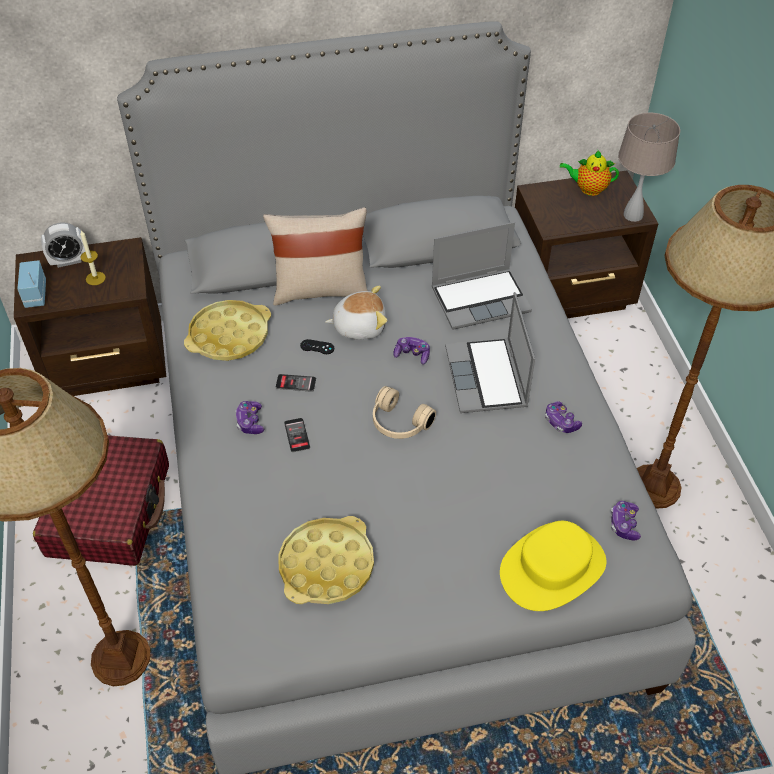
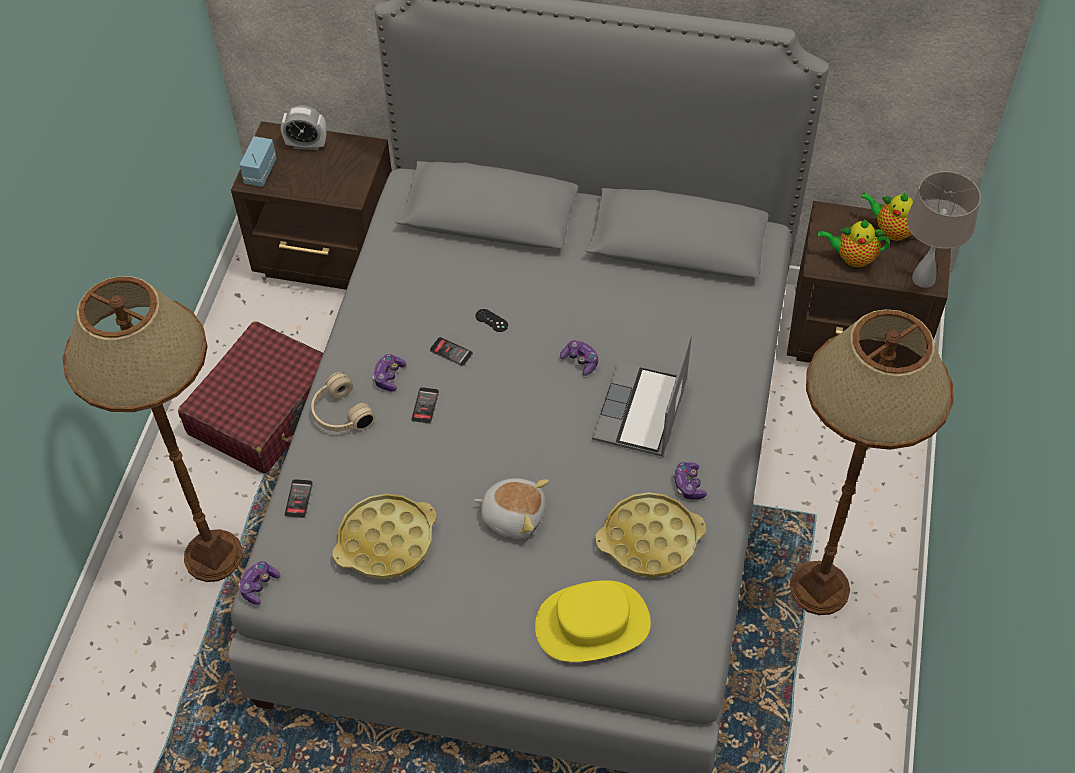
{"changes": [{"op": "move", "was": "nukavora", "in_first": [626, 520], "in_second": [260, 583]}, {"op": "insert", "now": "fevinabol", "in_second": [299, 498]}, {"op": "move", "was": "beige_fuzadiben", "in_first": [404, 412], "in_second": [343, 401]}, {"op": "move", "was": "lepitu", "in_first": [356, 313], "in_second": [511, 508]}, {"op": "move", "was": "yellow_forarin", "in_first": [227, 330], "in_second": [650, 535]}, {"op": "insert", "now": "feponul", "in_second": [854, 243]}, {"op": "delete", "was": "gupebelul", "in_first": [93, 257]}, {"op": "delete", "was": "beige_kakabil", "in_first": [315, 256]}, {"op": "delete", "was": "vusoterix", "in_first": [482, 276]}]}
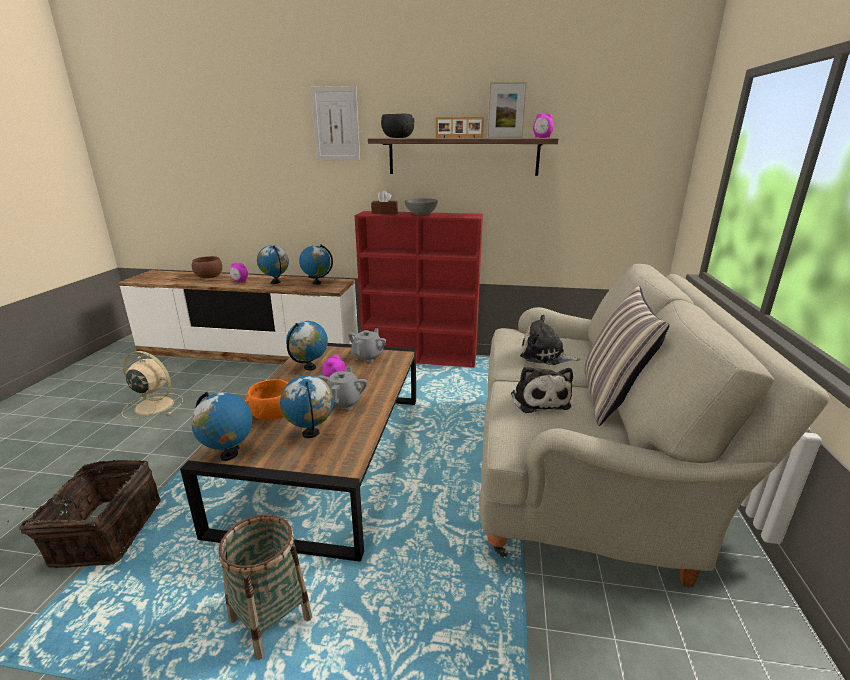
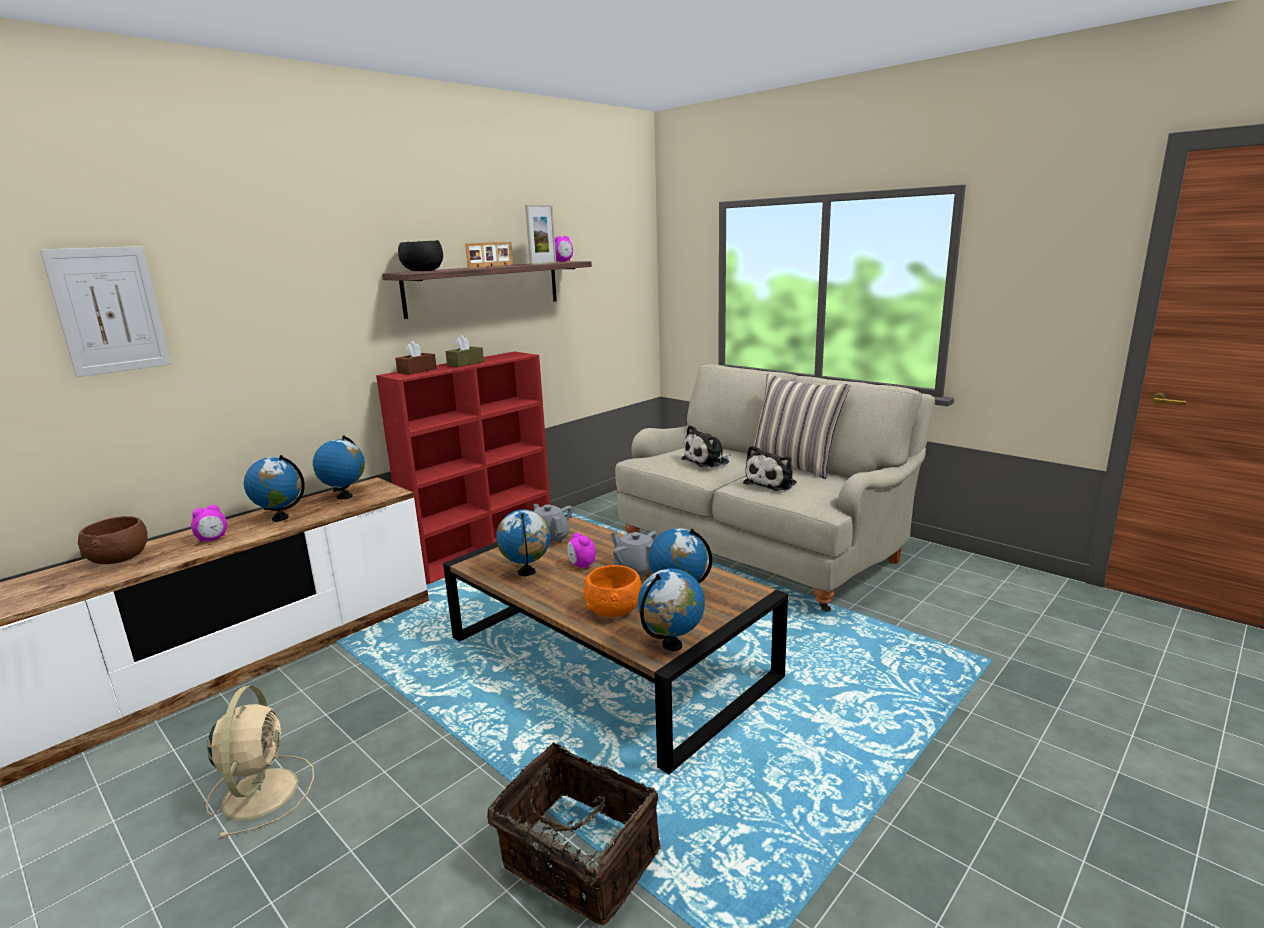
{"changes": [{"op": "move", "was": "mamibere", "in_first": [335, 123], "in_second": [105, 311]}, {"op": "rotate", "was": "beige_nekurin", "in_first": [152, 385], "in_second": [260, 761], "clockwise": 120}, {"op": "replace", "was": "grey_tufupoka", "now": "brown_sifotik", "in_first": [421, 206], "in_second": [464, 351]}, {"op": "rotate", "was": "lepitu", "in_first": [542, 389], "in_second": [770, 468], "clockwise": 105}, {"op": "delete", "was": "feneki", "in_first": [265, 587]}]}
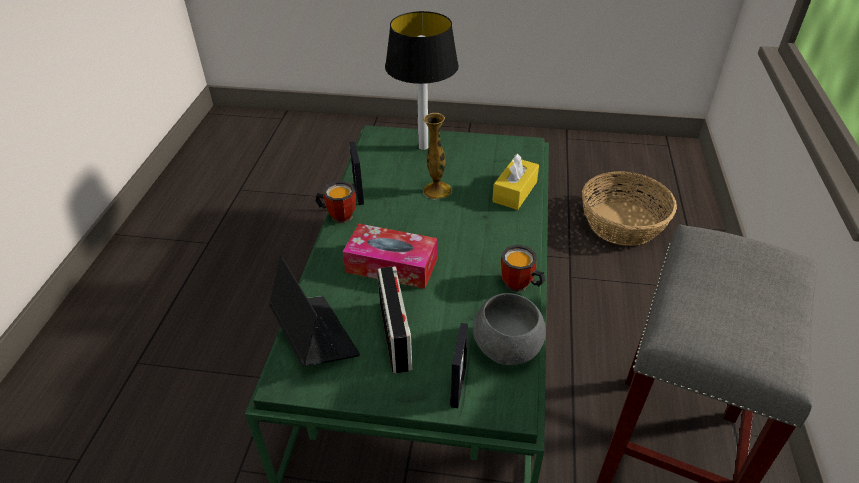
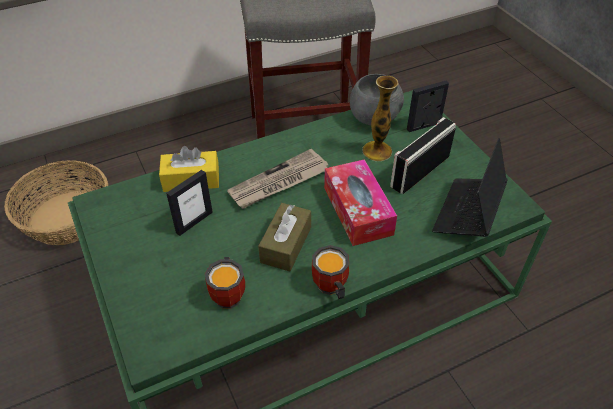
{"changes": [{"op": "move", "was": "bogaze", "in_first": [356, 173], "in_second": [189, 203]}, {"op": "move", "was": "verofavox", "in_first": [523, 268], "in_second": [225, 283]}, {"op": "insert", "now": "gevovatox", "in_second": [277, 179]}, {"op": "insert", "now": "brown_sifotik", "in_second": [284, 237]}, {"op": "move", "was": "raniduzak", "in_first": [437, 156], "in_second": [380, 118]}, {"op": "delete", "was": "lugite", "in_first": [422, 80]}]}
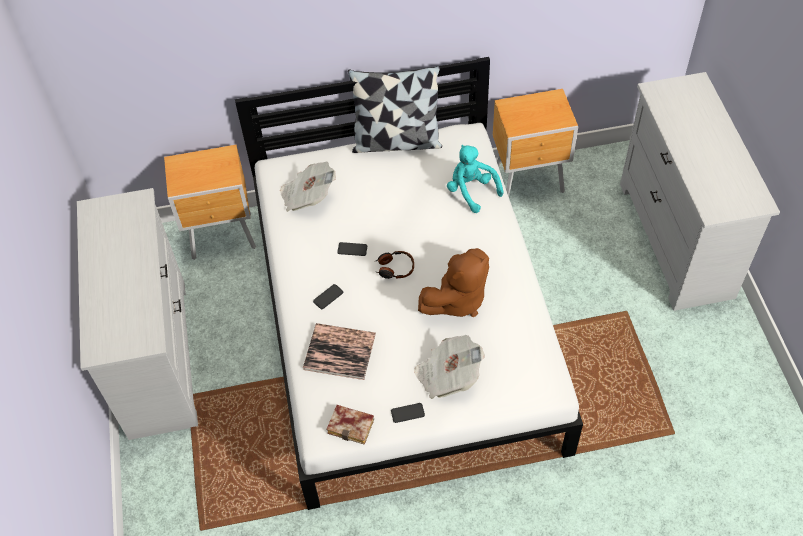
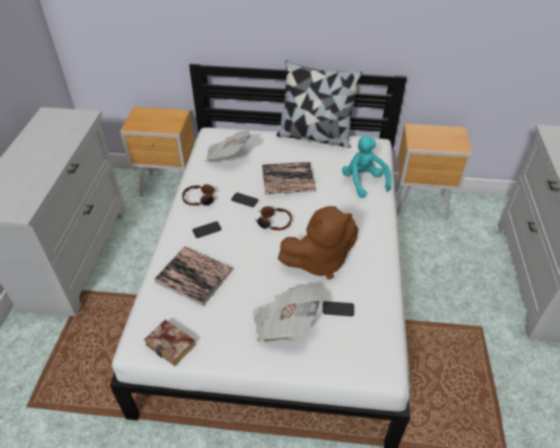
{"changes": [{"op": "insert", "now": "fuzadiben", "in_second": [199, 195]}, {"op": "insert", "now": "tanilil", "in_second": [289, 178]}, {"op": "move", "was": "fevinabol", "in_first": [408, 413], "in_second": [338, 308]}]}
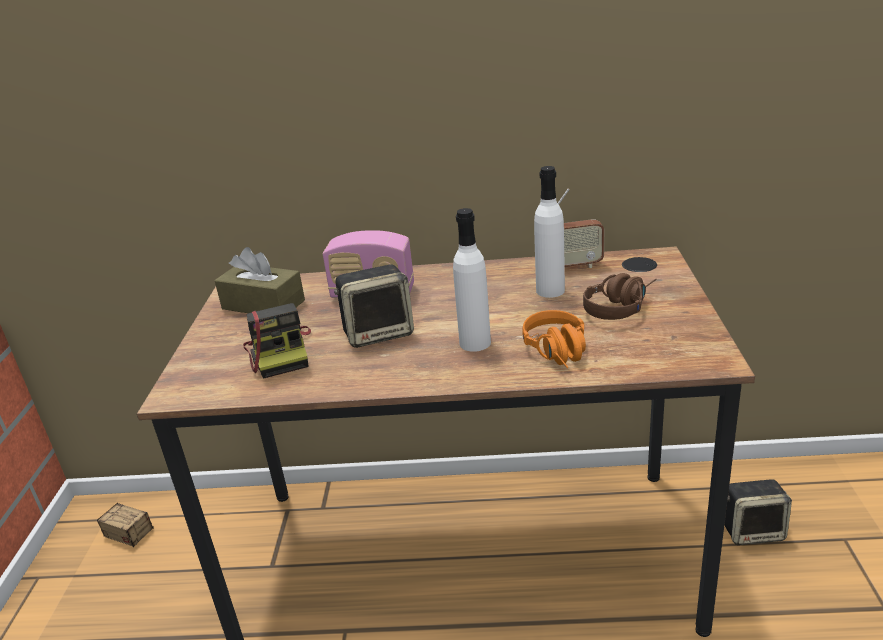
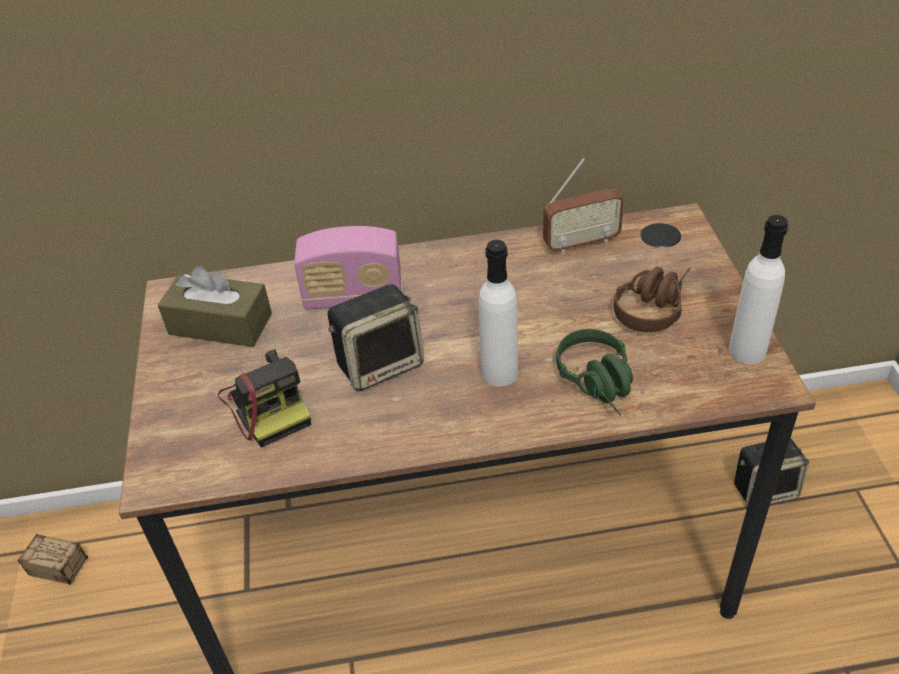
{"changes": [{"op": "recolor", "was": "orange_fuzadiben", "now": "green_fuzadiben", "in_first": [554, 339], "in_second": [594, 372]}, {"op": "move", "was": "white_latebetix", "in_first": [549, 232], "in_second": [758, 289]}]}
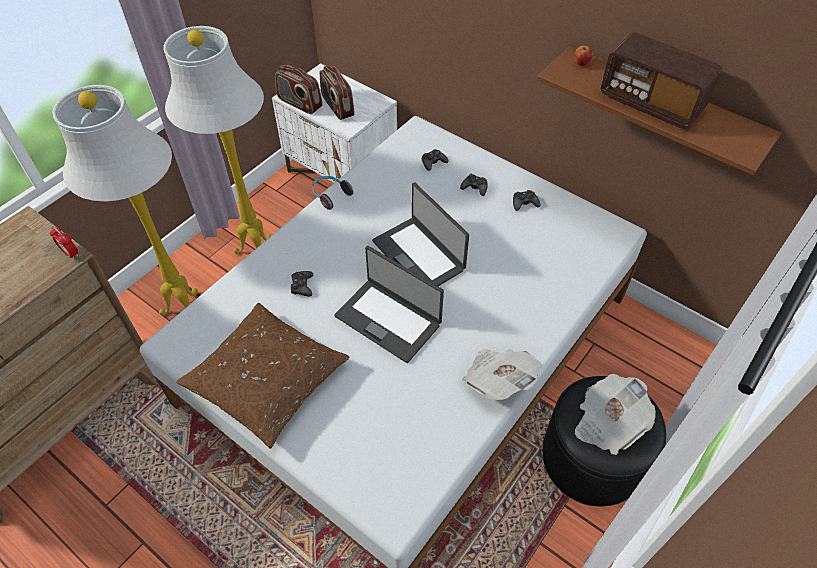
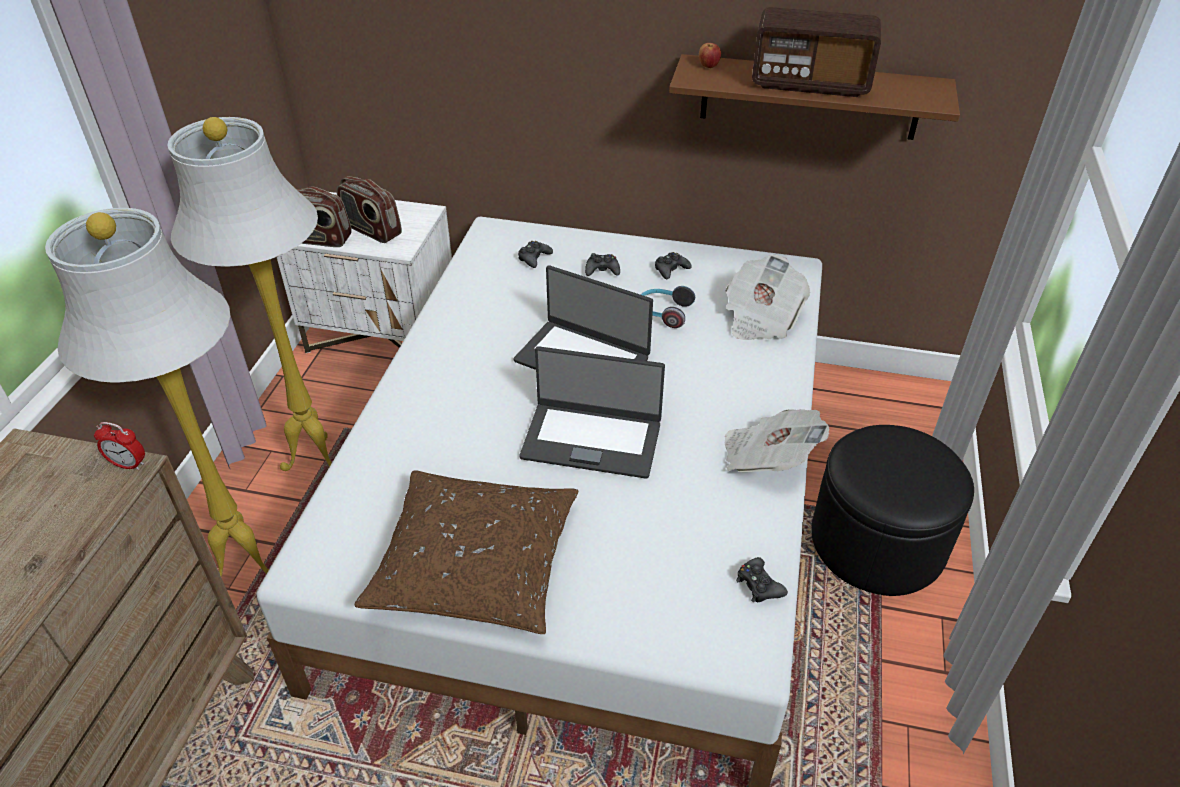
{"changes": [{"op": "move", "was": "fuzadiben", "in_first": [333, 193], "in_second": [668, 307]}, {"op": "move", "was": "gevovatox", "in_first": [615, 414], "in_second": [768, 297]}, {"op": "move", "was": "black_nukavora", "in_first": [302, 284], "in_second": [762, 579]}]}
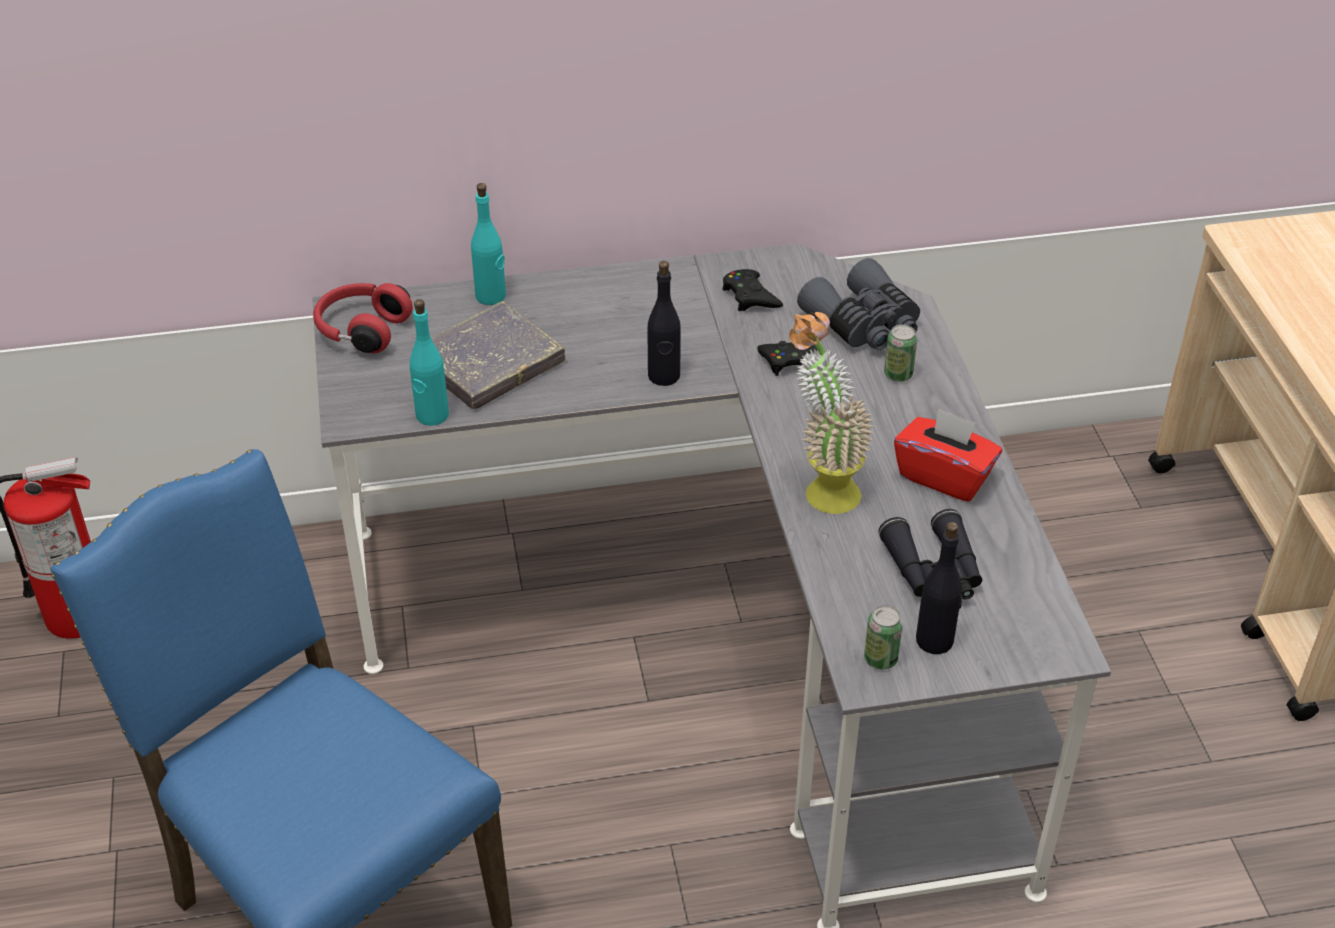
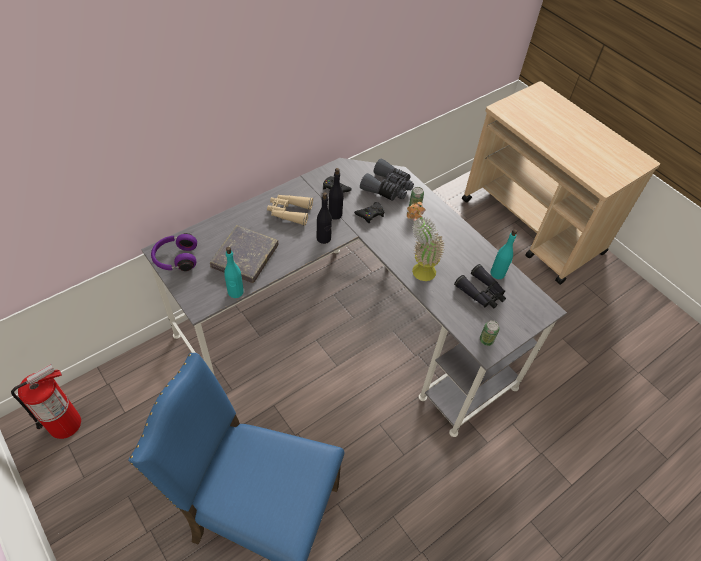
{"changes": [{"op": "recolor", "was": "red_fuzadiben", "now": "purple_fuzadiben", "in_first": [363, 318], "in_second": [174, 252]}, {"op": "insert", "now": "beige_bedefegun", "in_second": [290, 210]}, {"op": "move", "was": "black_latebetix", "in_first": [939, 588], "in_second": [336, 194]}, {"op": "move", "was": "turquoise_latebetix", "in_first": [488, 244], "in_second": [504, 254]}, {"op": "delete", "was": "red_sifotik", "in_first": [948, 455]}]}
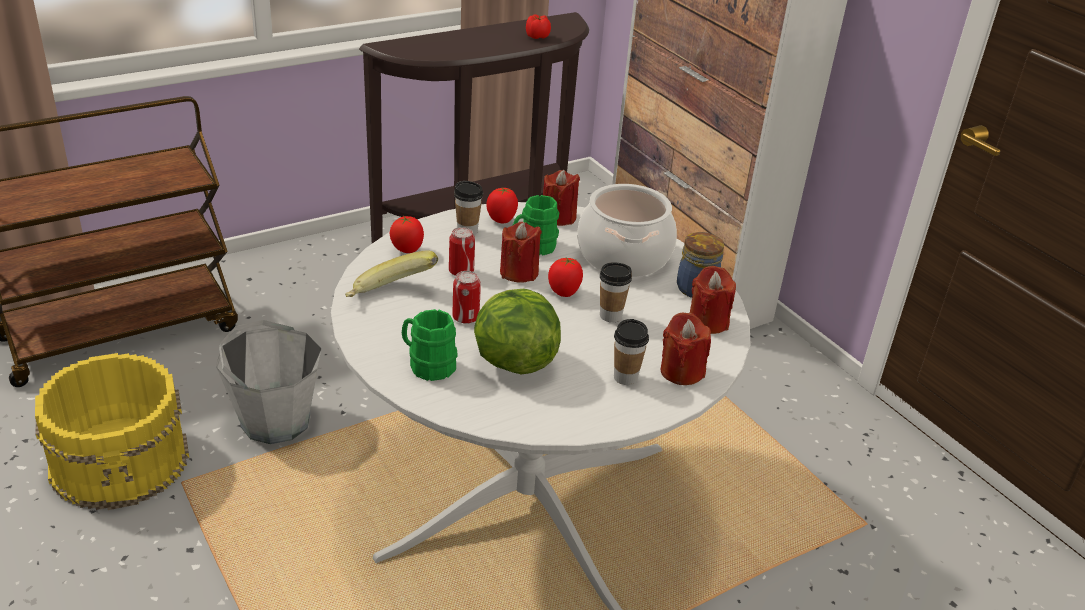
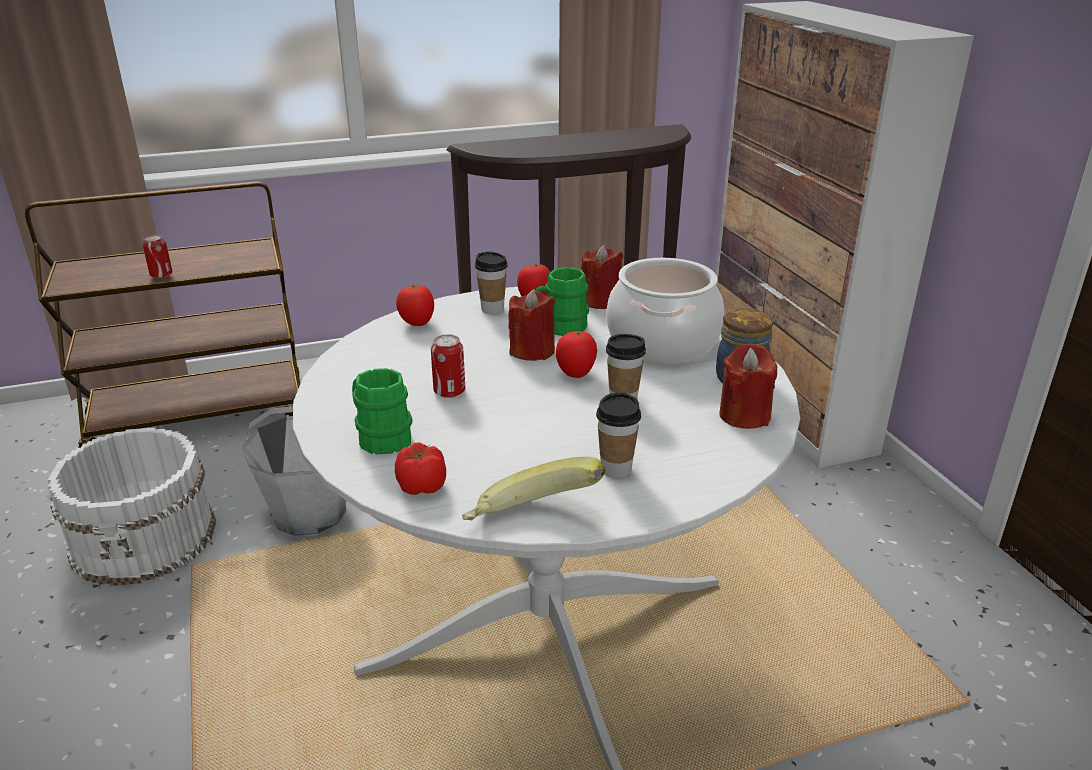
{"changes": [{"op": "recolor", "was": "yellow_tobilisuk", "now": "white_tobilisuk", "in_first": [112, 431], "in_second": [132, 507]}, {"op": "move", "was": "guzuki", "in_first": [462, 251], "in_second": [158, 256]}, {"op": "move", "was": "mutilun", "in_first": [538, 26], "in_second": [420, 468]}, {"op": "move", "was": "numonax", "in_first": [391, 274], "in_second": [533, 489]}, {"op": "delete", "was": "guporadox", "in_first": [517, 331]}, {"op": "delete", "was": "red_gupebelul", "in_first": [686, 348]}]}
